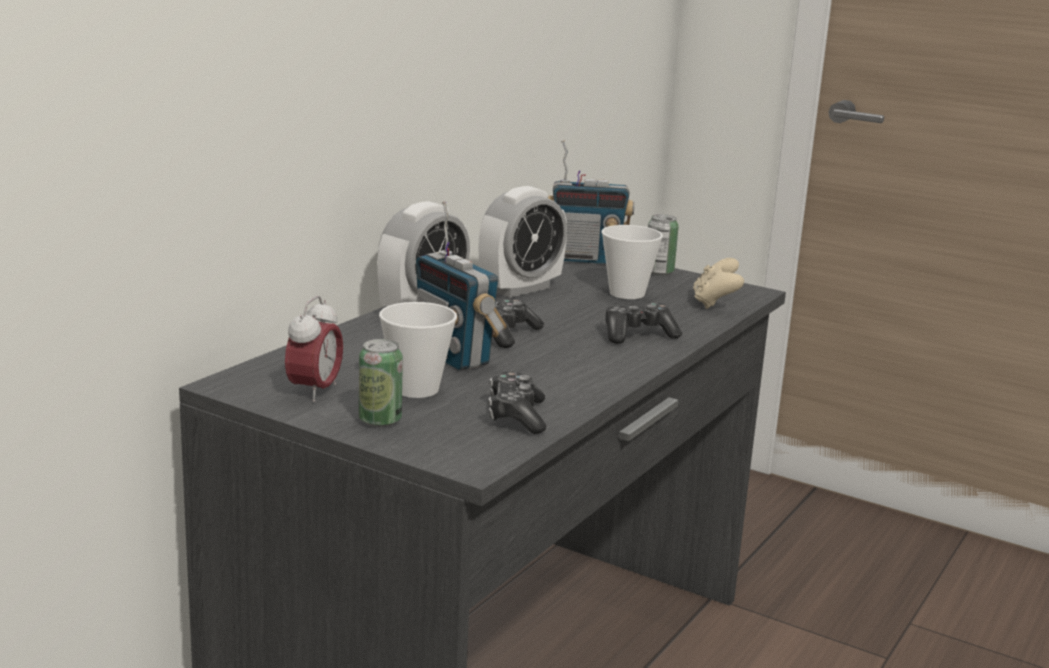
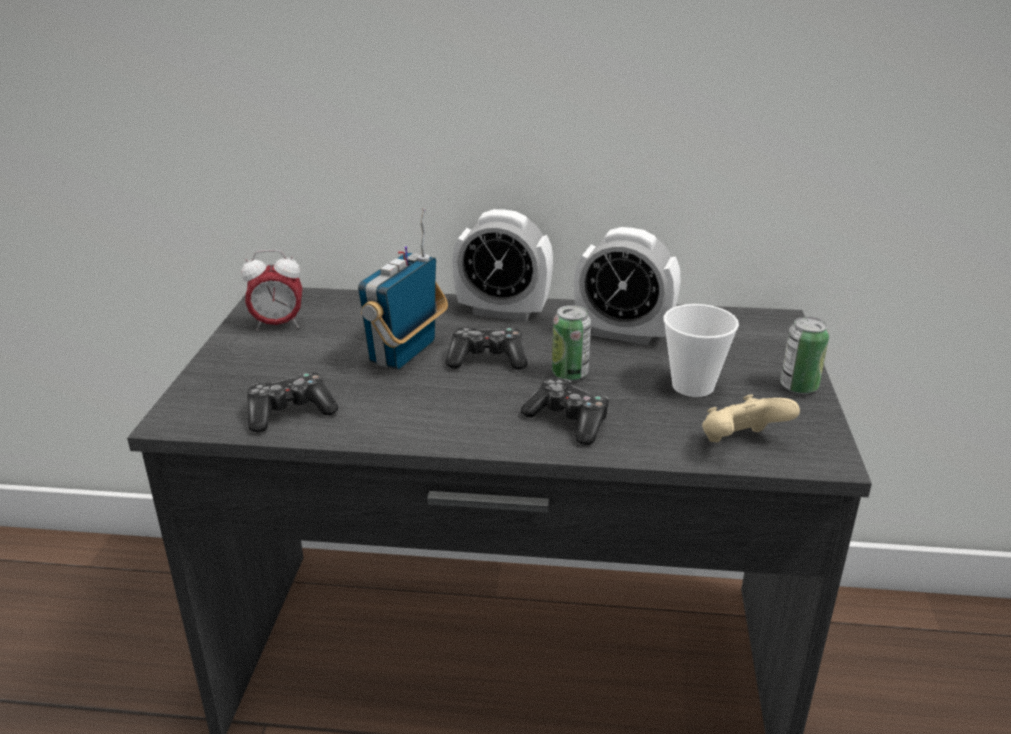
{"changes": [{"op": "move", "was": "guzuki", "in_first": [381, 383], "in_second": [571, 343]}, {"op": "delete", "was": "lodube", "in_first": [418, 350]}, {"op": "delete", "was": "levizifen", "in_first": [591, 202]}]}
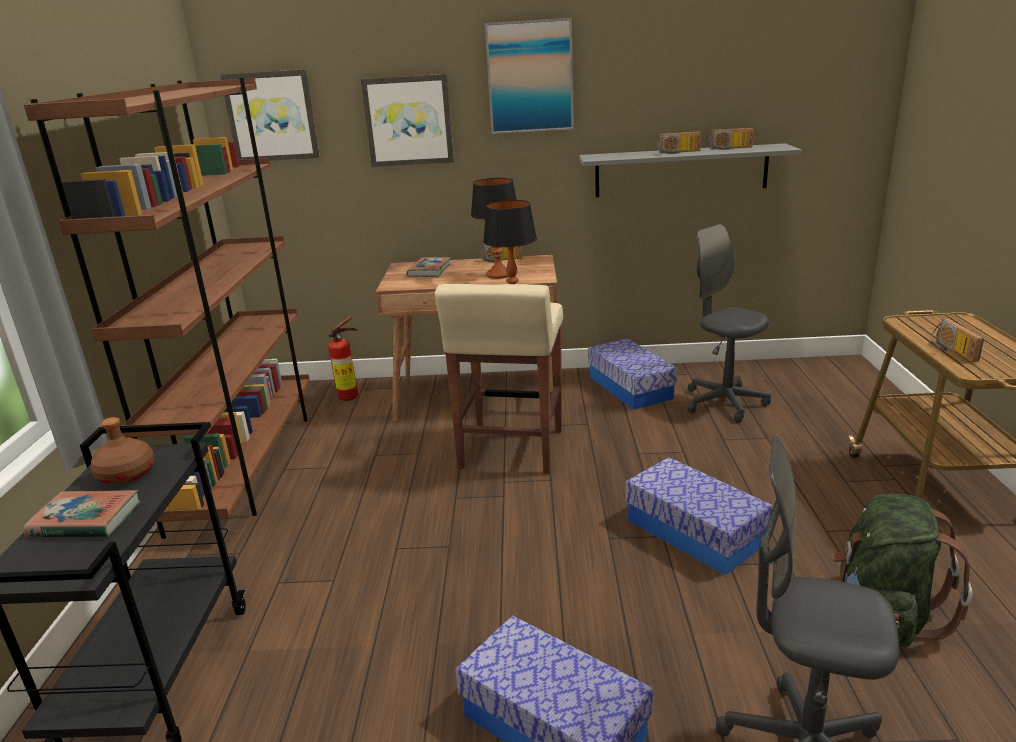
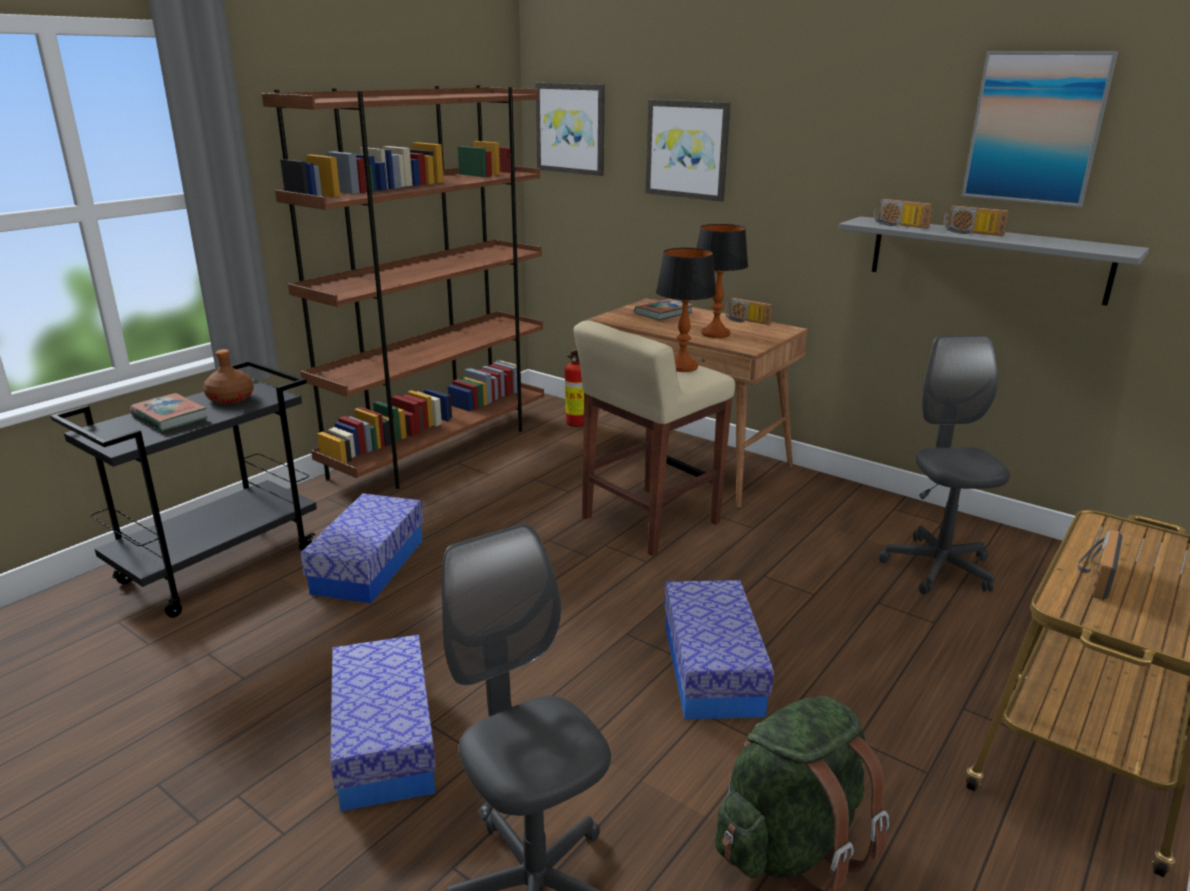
{"changes": [{"op": "move", "was": "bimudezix", "in_first": [632, 374], "in_second": [361, 548]}, {"op": "move", "was": "levizifen", "in_first": [731, 139], "in_second": [903, 214]}, {"op": "move", "was": "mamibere", "in_first": [529, 76], "in_second": [1040, 129]}]}
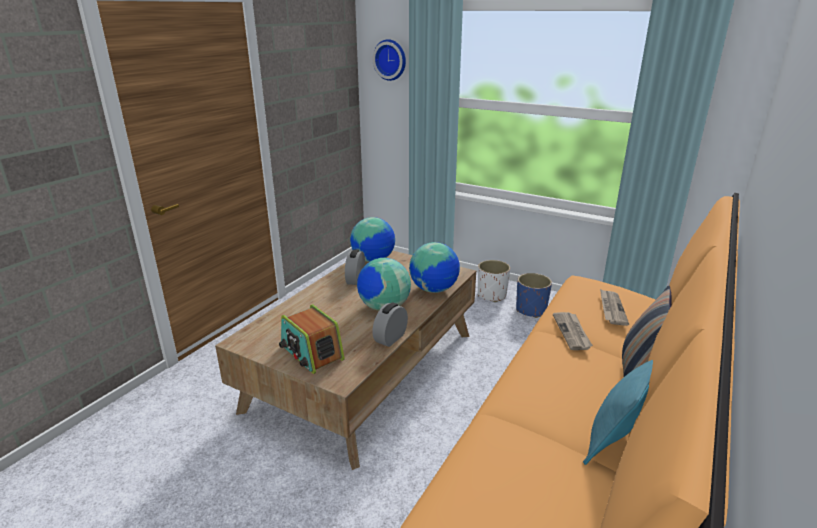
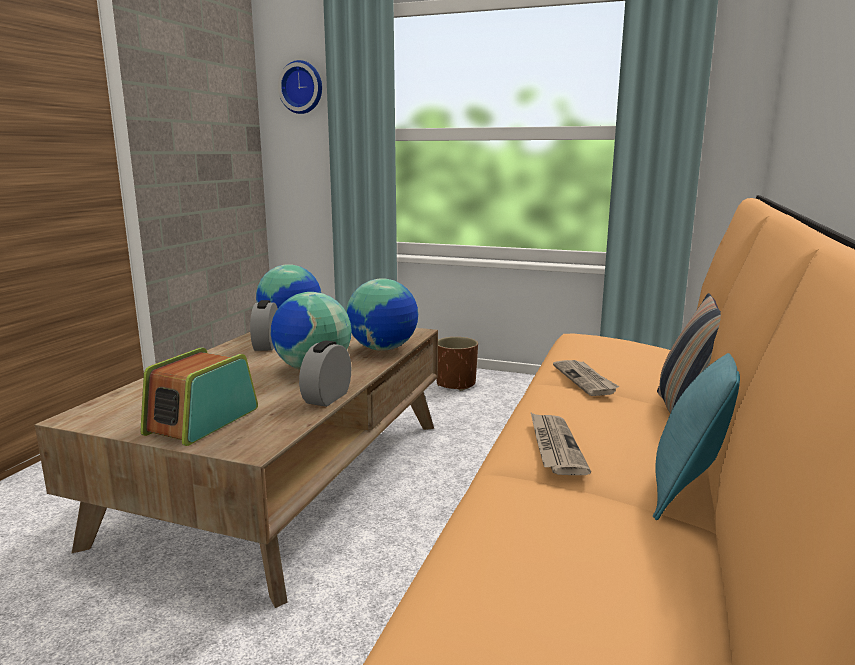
{"changes": [{"op": "rotate", "was": "levizifen", "in_first": [312, 339], "in_second": [199, 397], "clockwise": 75}, {"op": "recolor", "was": "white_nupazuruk", "now": "brown_nupazuruk", "in_first": [494, 281], "in_second": [457, 364]}, {"op": "move", "was": "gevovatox", "in_first": [614, 307], "in_second": [561, 444]}, {"op": "delete", "was": "blue_nupazuruk", "in_first": [534, 295]}]}
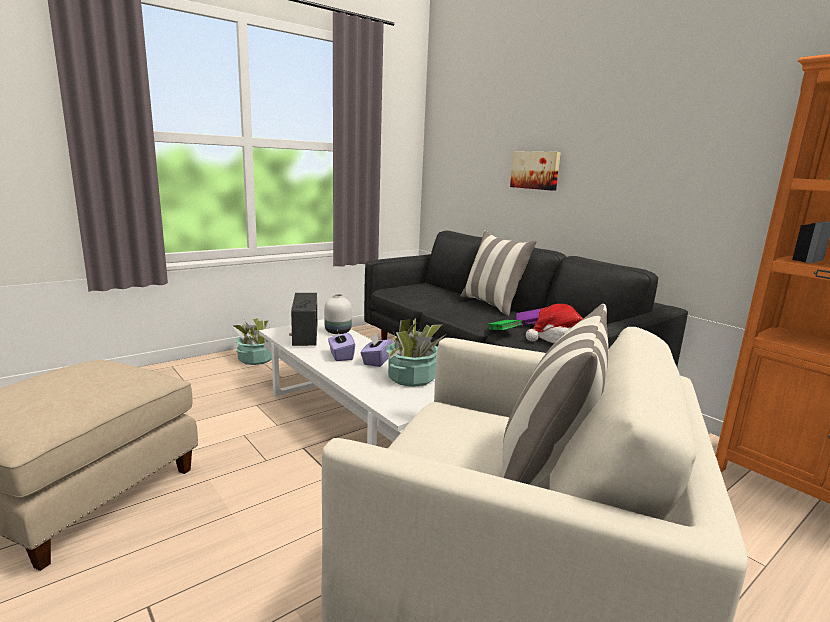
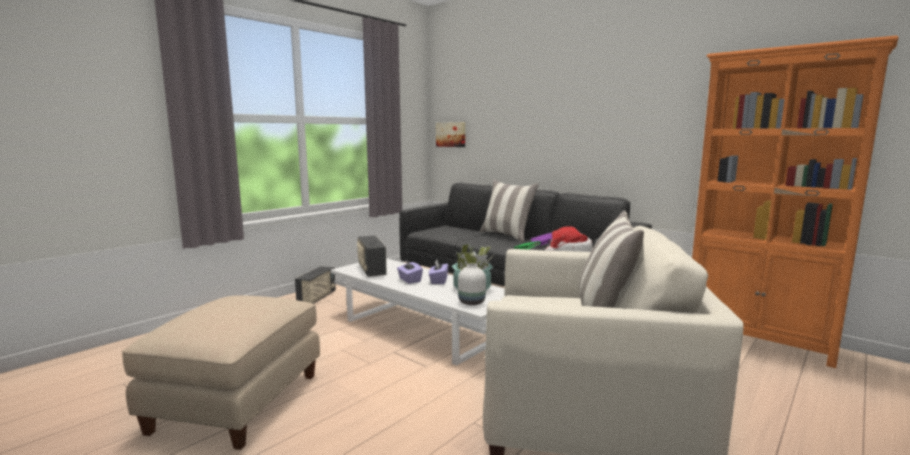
{"changes": [{"op": "replace", "was": "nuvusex", "now": "levizifen", "in_first": [252, 341], "in_second": [315, 285]}, {"op": "move", "was": "mamibere", "in_first": [535, 171], "in_second": [450, 134]}, {"op": "move", "was": "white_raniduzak", "in_first": [338, 314], "in_second": [472, 284]}]}
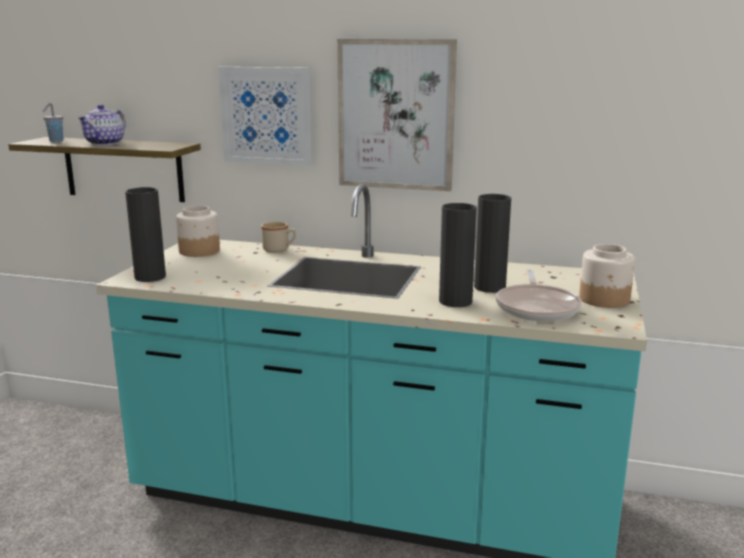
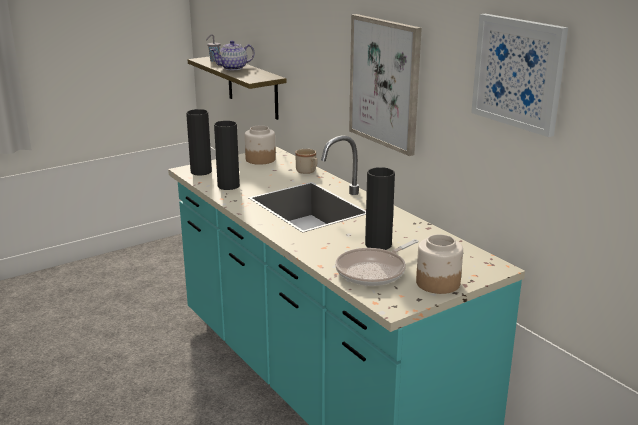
{"changes": [{"op": "move", "was": "black_raniduzak", "in_first": [458, 255], "in_second": [227, 155]}, {"op": "move", "was": "mamibere", "in_first": [265, 116], "in_second": [519, 75]}]}
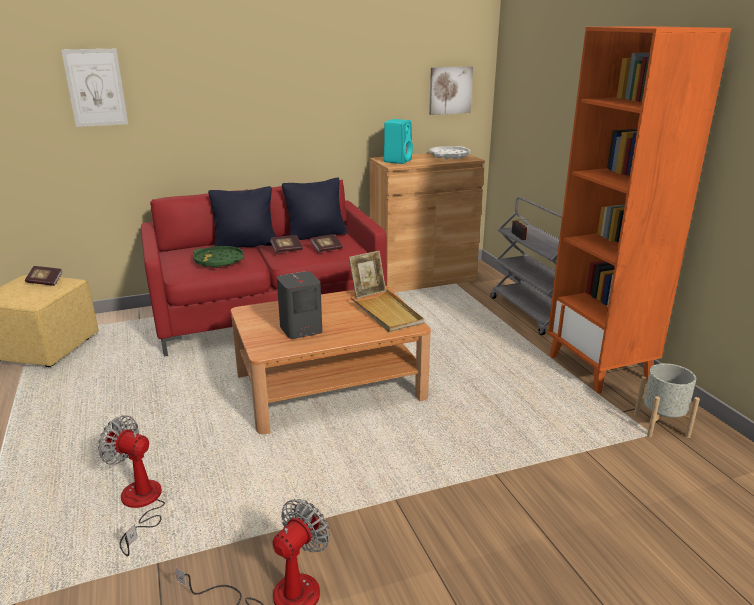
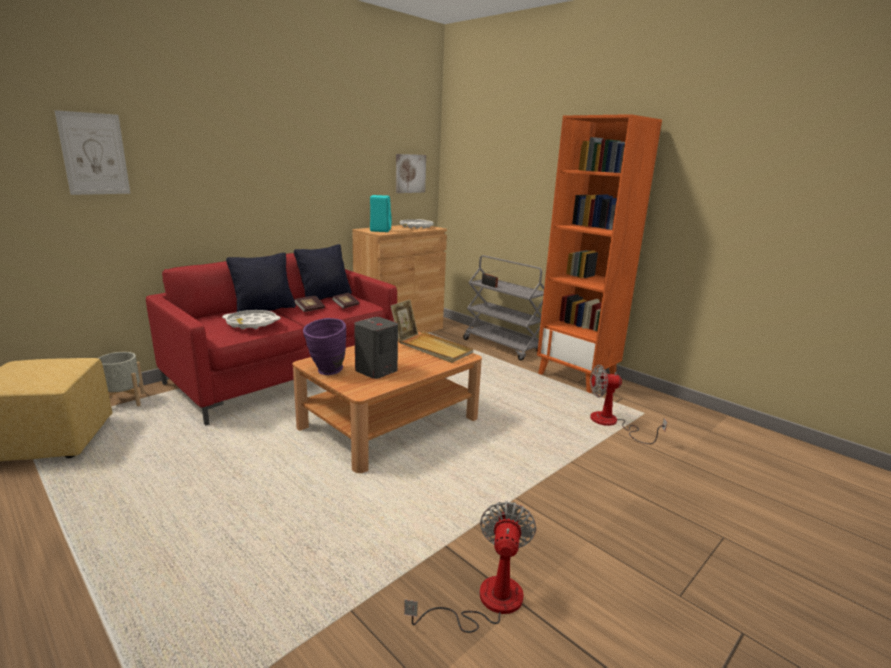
{"changes": [{"op": "move", "was": "grey_nupazuruk", "in_first": [667, 400], "in_second": [122, 379]}, {"op": "recolor", "was": "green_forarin", "now": "white_forarin", "in_first": [218, 257], "in_second": [251, 319]}, {"op": "insert", "now": "purple_raniduzak", "in_second": [324, 346]}, {"op": "move", "was": "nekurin", "in_first": [131, 485], "in_second": [628, 404]}, {"op": "delete", "was": "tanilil", "in_first": [44, 276]}]}
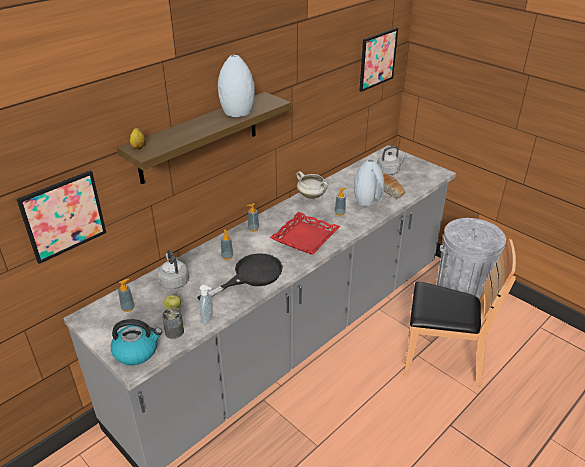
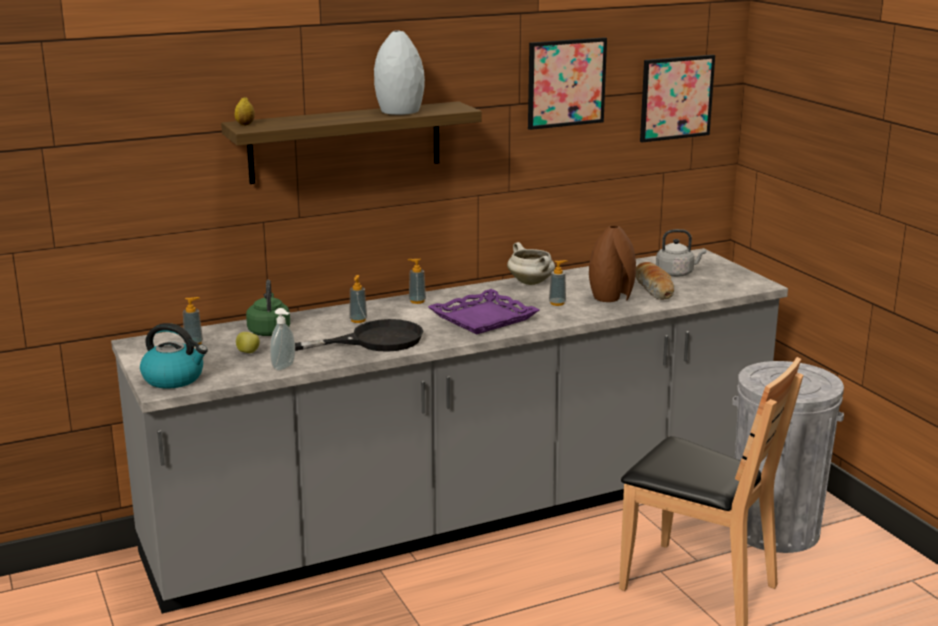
{"changes": [{"op": "recolor", "was": "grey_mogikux", "now": "green_mogikux", "in_first": [173, 269], "in_second": [268, 308]}, {"op": "recolor", "was": "red_forarin", "now": "purple_forarin", "in_first": [305, 233], "in_second": [483, 311]}, {"op": "move", "was": "mamibere", "in_first": [61, 217], "in_second": [567, 83]}, {"op": "recolor", "was": "grey_raniduzak", "now": "brown_raniduzak", "in_first": [369, 182], "in_second": [612, 263]}, {"op": "delete", "was": "guzuki", "in_first": [173, 323]}]}
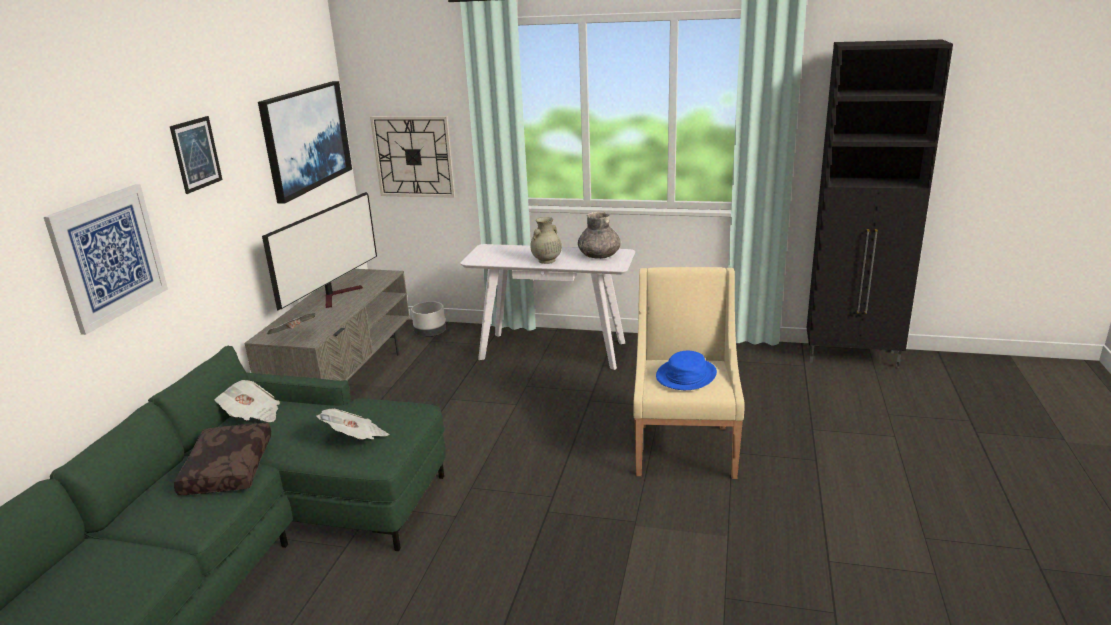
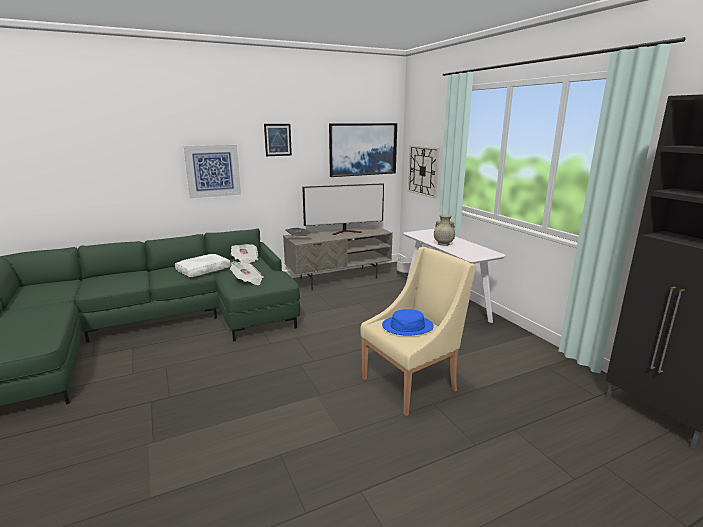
{"changes": [{"op": "recolor", "was": "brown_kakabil", "now": "white_kakabil", "in_first": [222, 459], "in_second": [203, 265]}, {"op": "delete", "was": "grey_raniduzak", "in_first": [599, 235]}]}
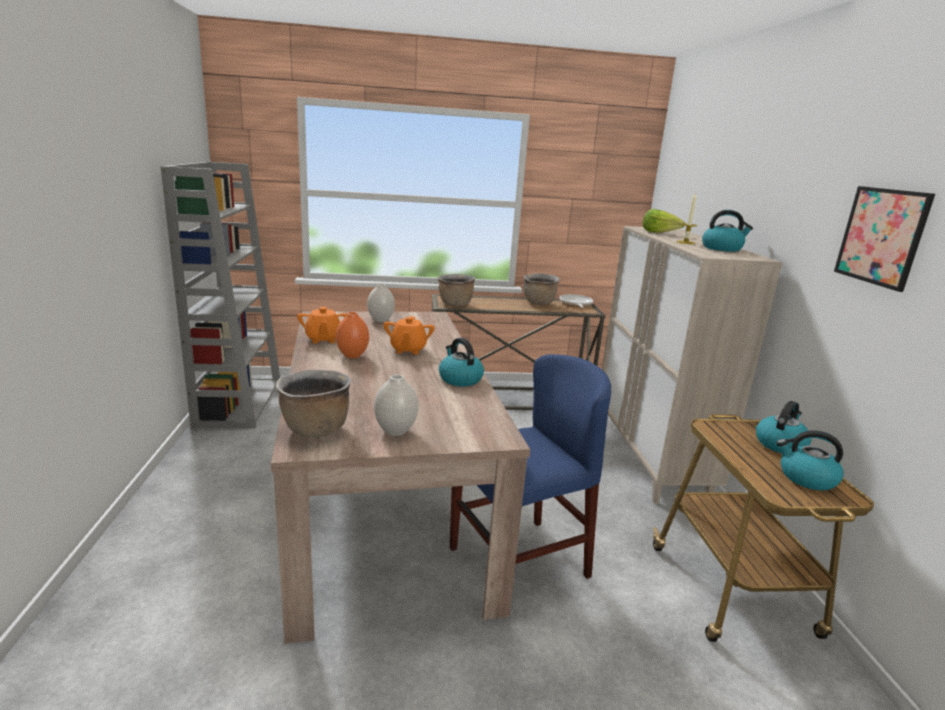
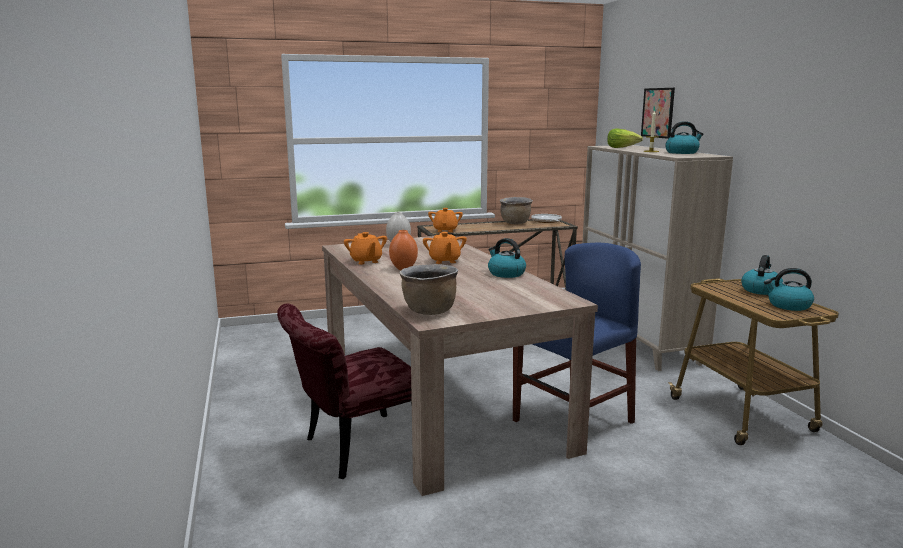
{"changes": [{"op": "insert", "now": "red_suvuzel", "in_second": [344, 391]}, {"op": "replace", "was": "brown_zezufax", "now": "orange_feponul", "in_first": [456, 290], "in_second": [445, 220]}, {"op": "move", "was": "mamibere", "in_first": [884, 239], "in_second": [658, 113]}, {"op": "delete", "was": "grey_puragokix", "in_first": [220, 295]}, {"op": "delete", "was": "white_raniduzak", "in_first": [396, 405]}]}
